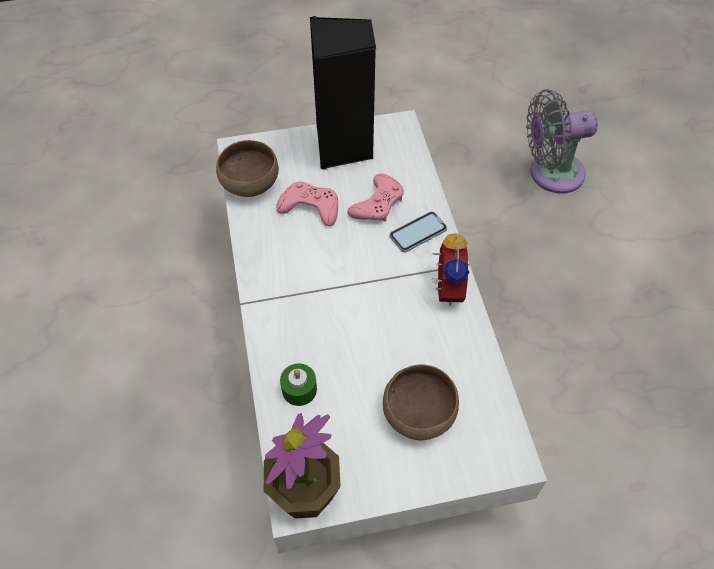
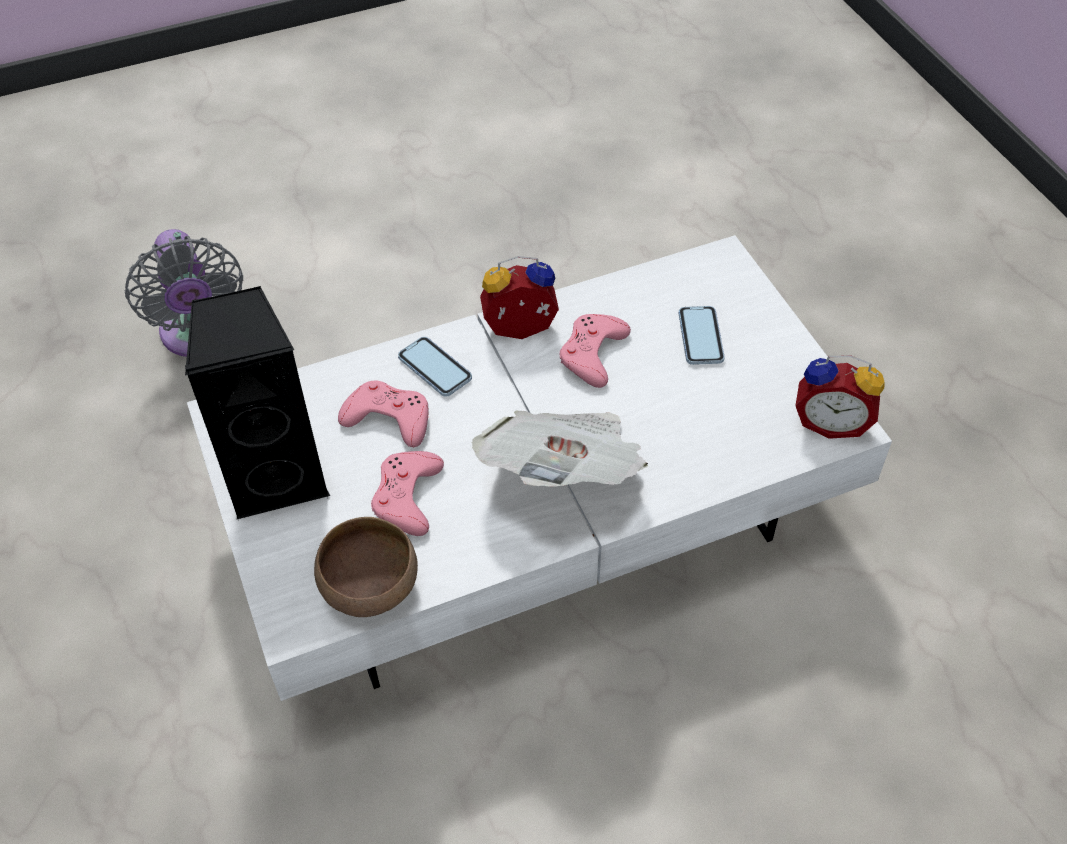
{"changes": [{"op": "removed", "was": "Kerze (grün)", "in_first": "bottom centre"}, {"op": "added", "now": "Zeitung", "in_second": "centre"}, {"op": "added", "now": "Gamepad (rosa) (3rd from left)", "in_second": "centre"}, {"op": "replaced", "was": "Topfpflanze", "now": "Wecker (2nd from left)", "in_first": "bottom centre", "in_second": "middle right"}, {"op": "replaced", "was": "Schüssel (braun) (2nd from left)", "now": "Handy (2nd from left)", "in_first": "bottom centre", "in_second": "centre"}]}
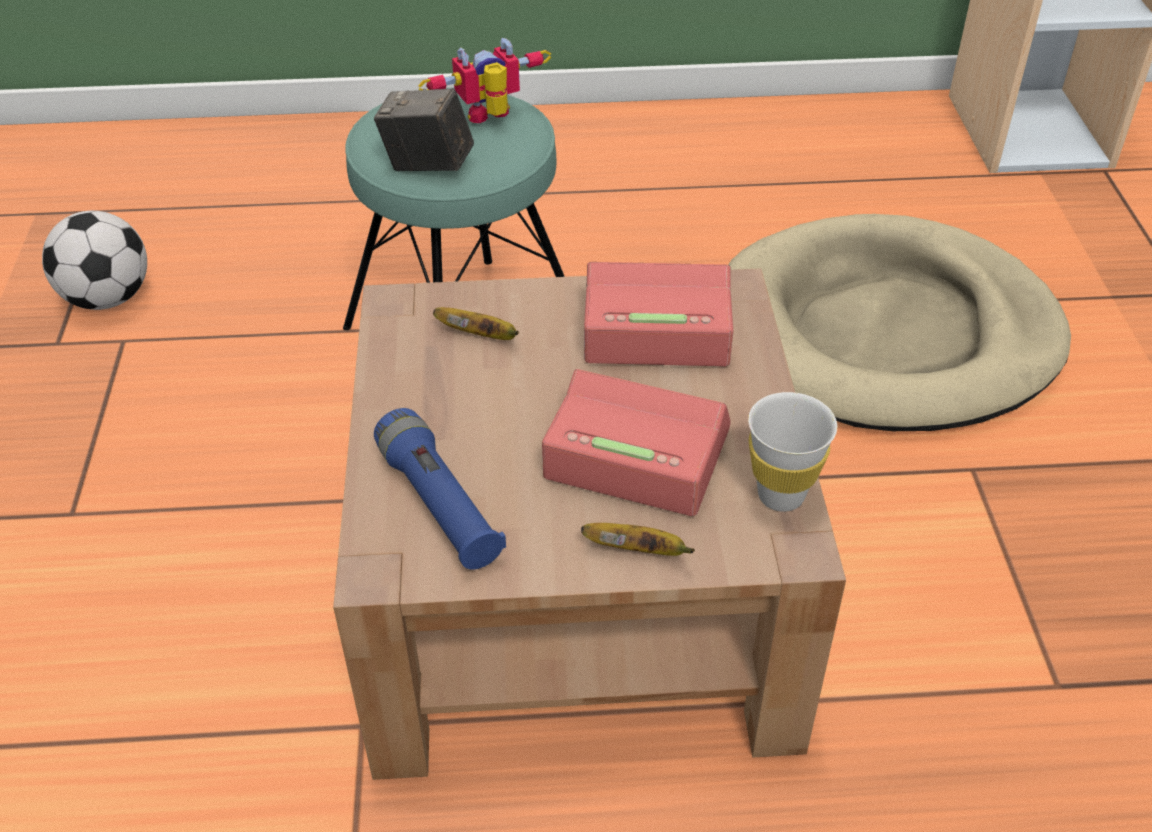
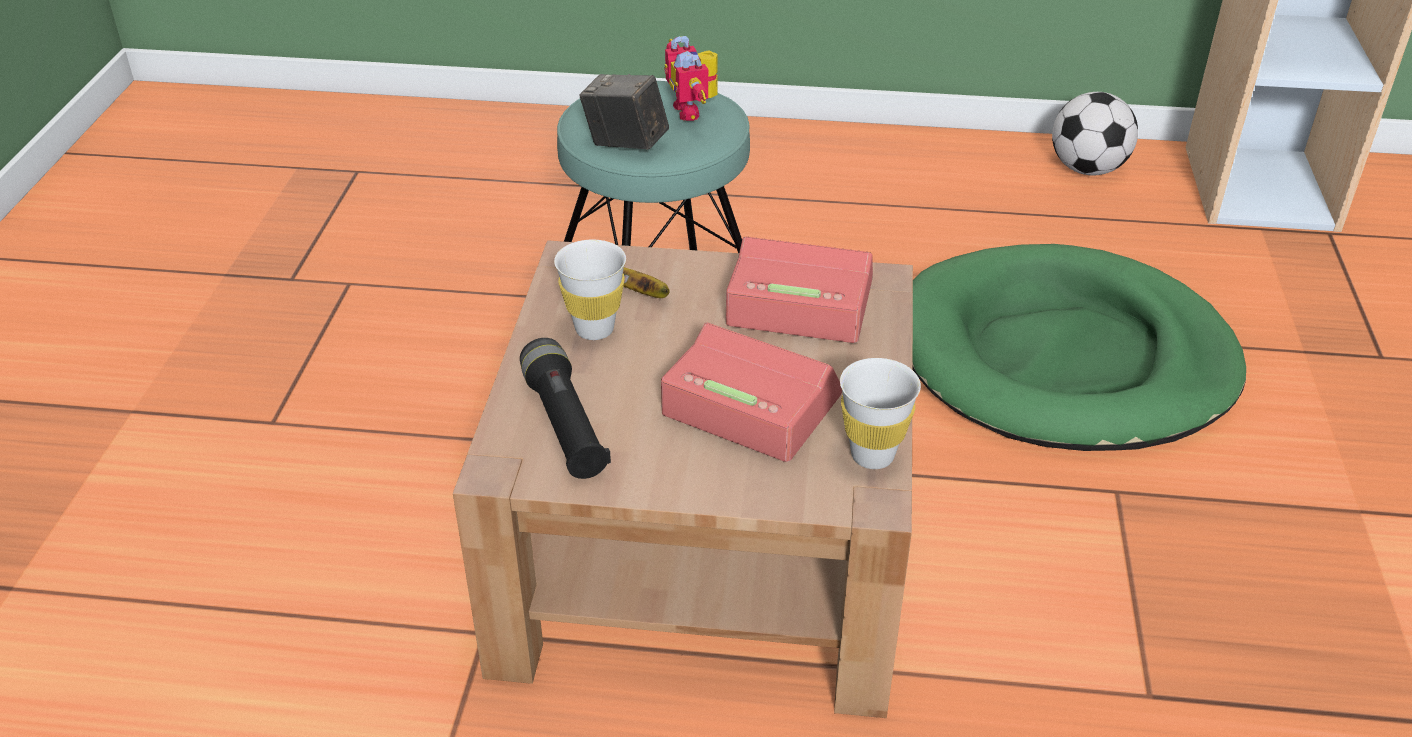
{"changes": [{"op": "removed", "was": "Banane (2nd from left)", "in_first": "centre"}, {"op": "added", "now": "Tasse (weiß) (1st from left)", "in_second": "centre"}, {"op": "moved", "was": "Fußball", "in_first": "top left", "in_second": "top right"}, {"op": "recoloured", "was": "Taschenlampe (blau)", "now": "Taschenlampe (schwarz)", "in_first": "centre", "in_second": "centre"}, {"op": "recoloured", "was": "Hundebett (beige)", "now": "Hundebett (grün)", "in_first": "middle right", "in_second": "middle right"}, {"op": "turned", "was": "Spielzeugroboter", "in_first": "top centre", "in_second": "top centre", "clockwise": -90}]}
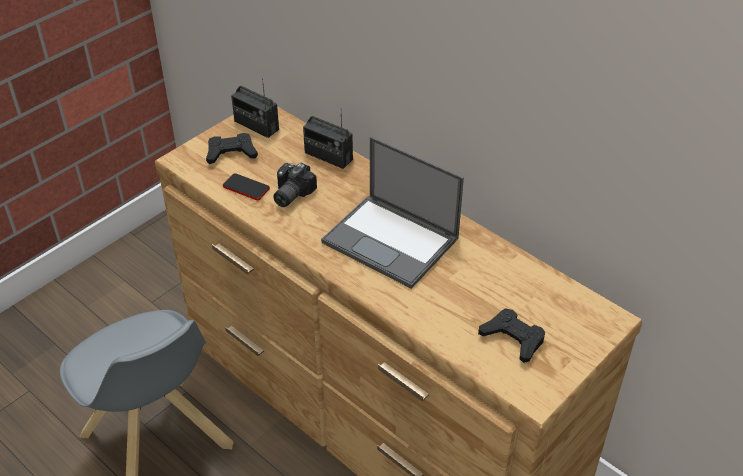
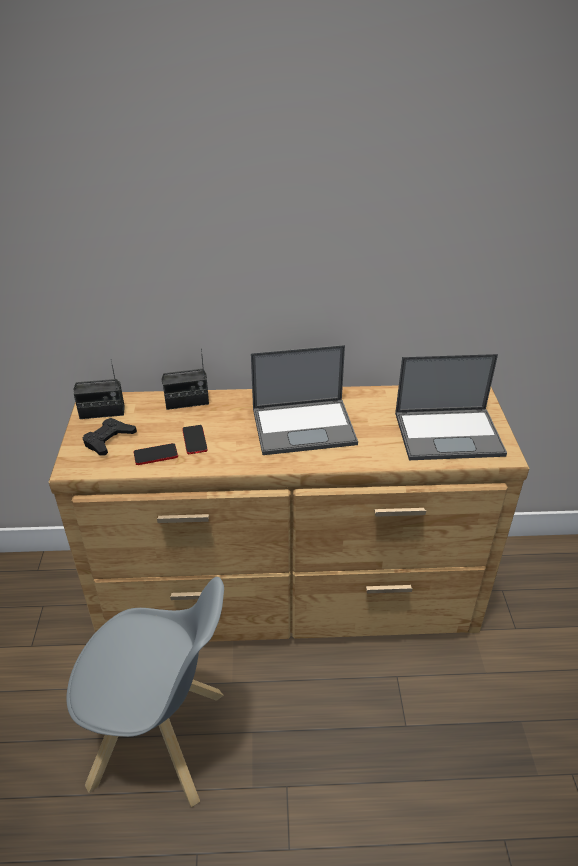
{"changes": [{"op": "replaced", "was": "Kamera", "now": "Handy (2nd from left)", "in_first": "centre", "in_second": "centre"}, {"op": "replaced", "was": "Gamepad (schwarz) (2nd from left)", "now": "Laptop (2nd from left)", "in_first": "bottom right", "in_second": "middle right"}]}
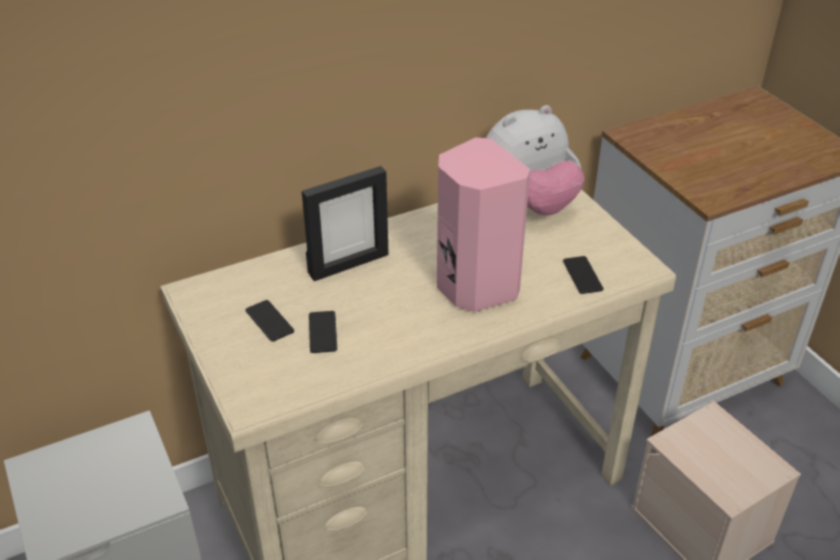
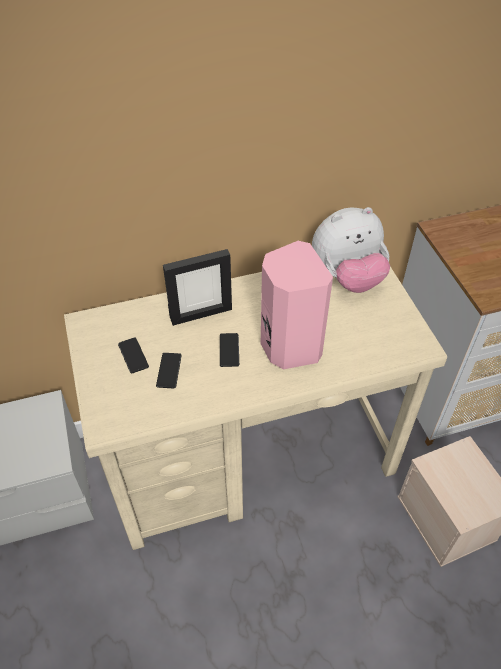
{"changes": [{"op": "moved", "was": "Handy (3rd from left)", "in_first": "middle right", "in_second": "centre"}]}
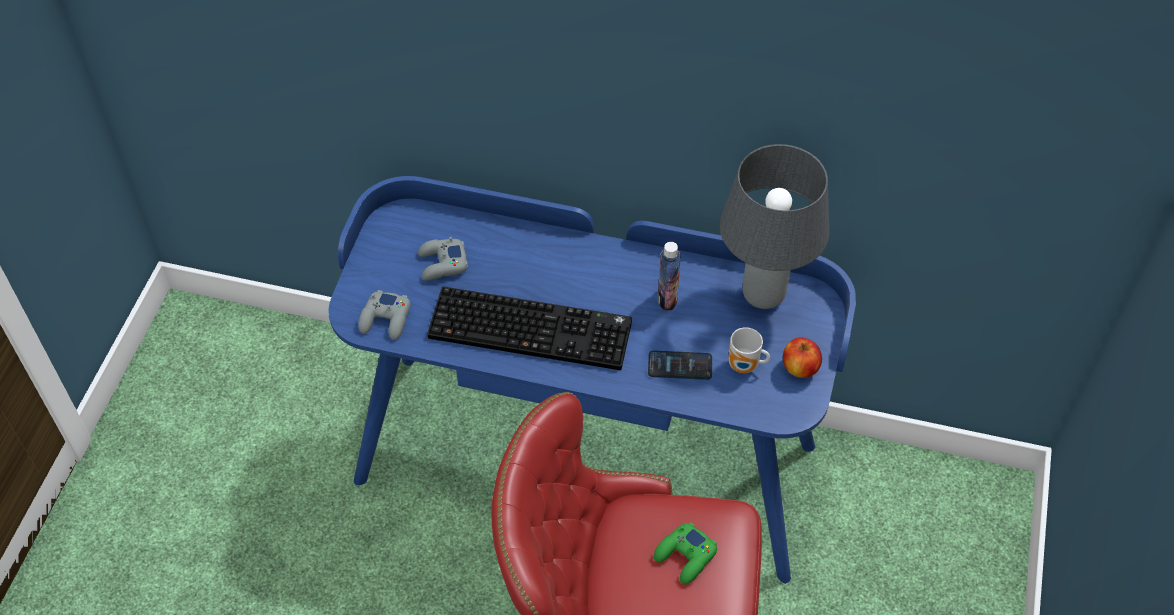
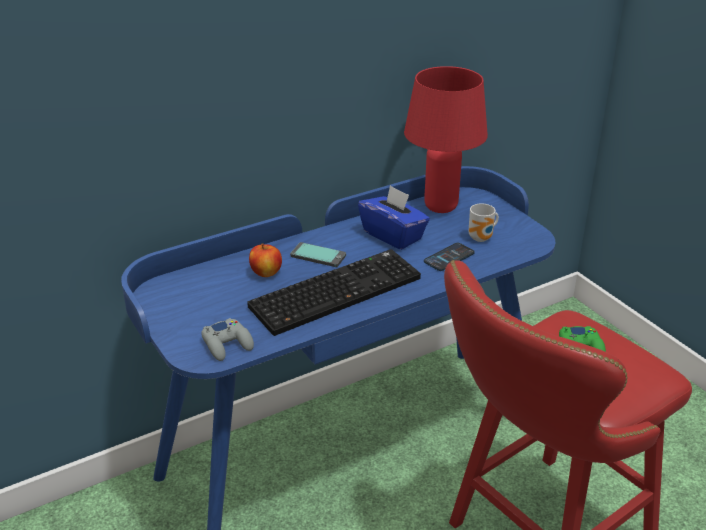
{"changes": [{"op": "removed", "was": "Gamepad (grau) (2nd from left)", "in_first": "centre"}, {"op": "added", "now": "Handy (1st from left)", "in_second": "centre"}, {"op": "moved", "was": "Apfel", "in_first": "middle right", "in_second": "centre"}, {"op": "replaced", "was": "Flasche", "now": "Taschentuchbox (blau)", "in_first": "centre", "in_second": "centre"}, {"op": "recoloured", "was": "Tischlampe (grau)", "now": "Tischlampe (rot)", "in_first": "centre", "in_second": "top centre"}]}
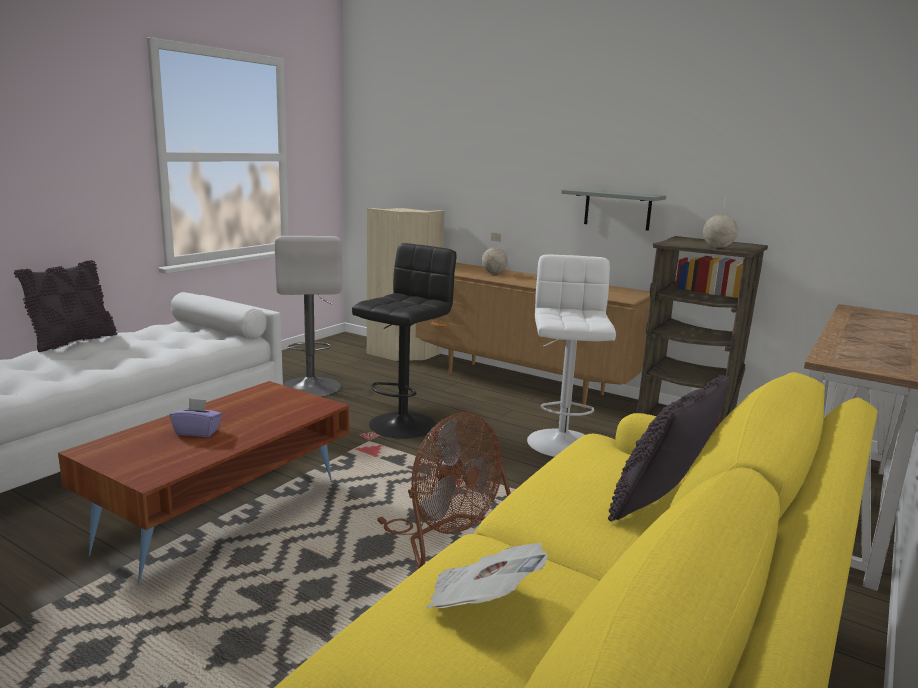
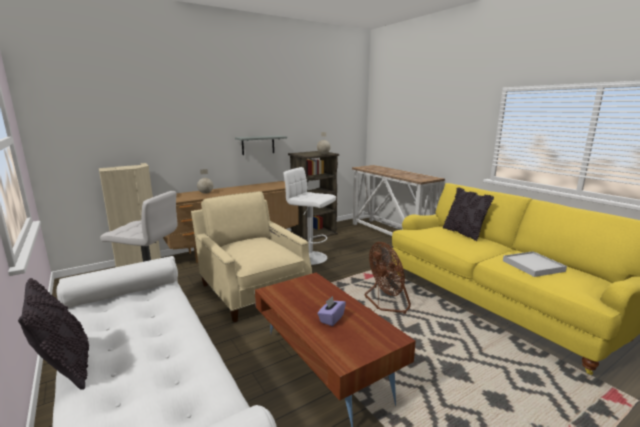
{"changes": [{"op": "replaced", "was": "Hocker (schwarz)", "now": "Sessel (beige)", "in_first": "centre", "in_second": "centre"}, {"op": "replaced", "was": "Zeitung", "now": "Tablett (weiß)", "in_first": "bottom centre", "in_second": "middle right"}]}
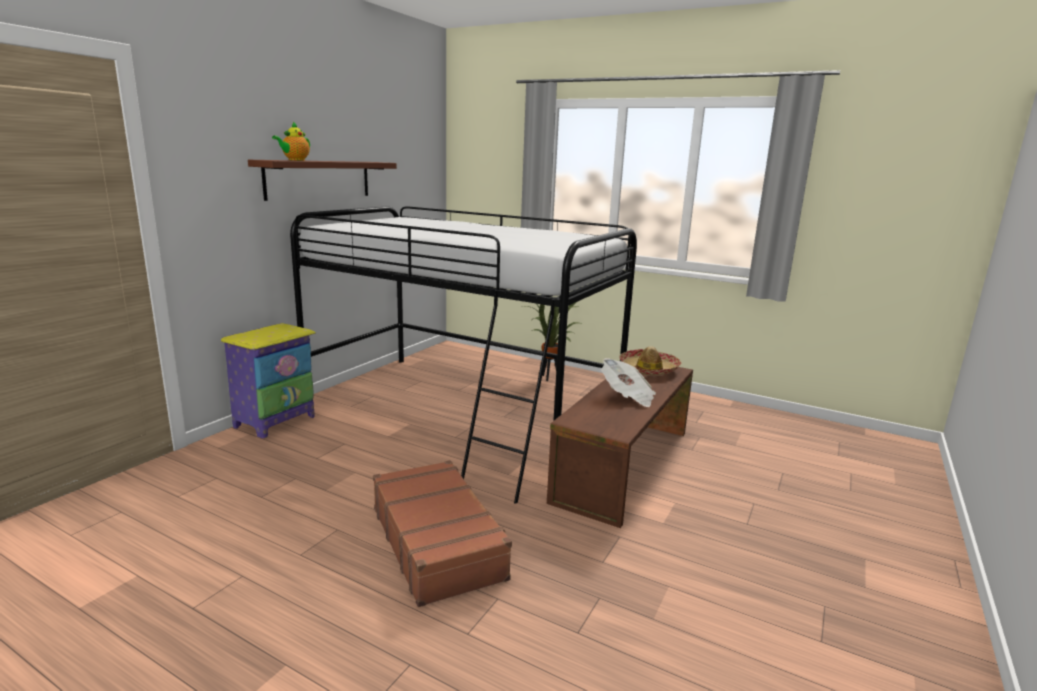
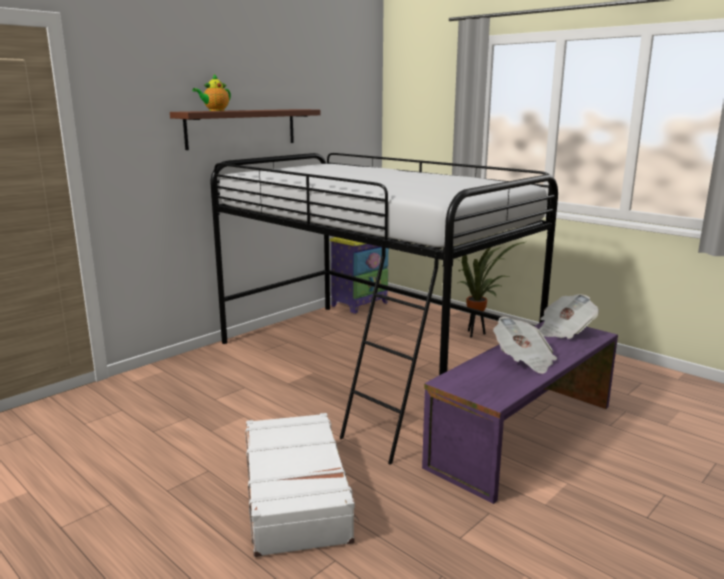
{"changes": [{"op": "moved", "was": "Nachttisch", "in_first": "middle left", "in_second": "centre"}, {"op": "replaced", "was": "Hut", "now": "Zeitung (2nd from left)", "in_first": "centre", "in_second": "middle right"}, {"op": "recoloured", "was": "Koffer (braun)", "now": "Koffer (weiß)", "in_first": "bottom centre", "in_second": "bottom centre"}, {"op": "recoloured", "was": "Bank (braun)", "now": "Bank (lila)", "in_first": "centre", "in_second": "bottom right"}]}
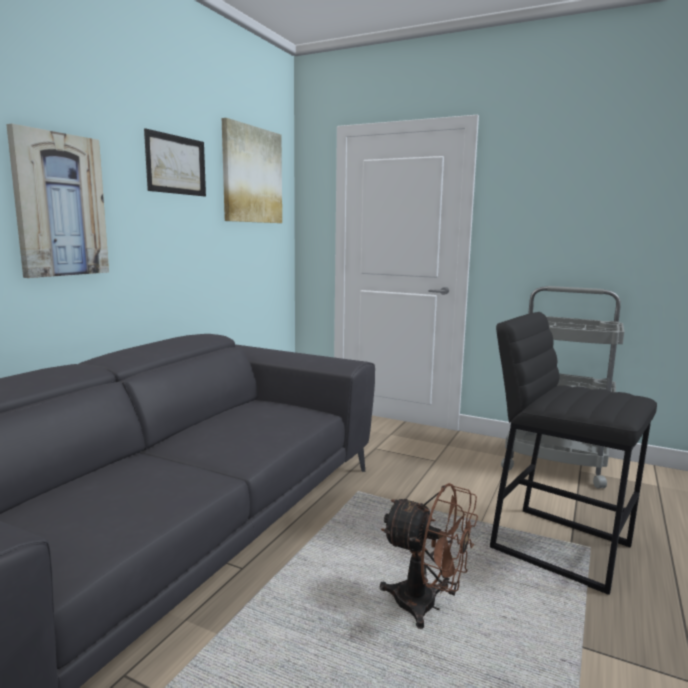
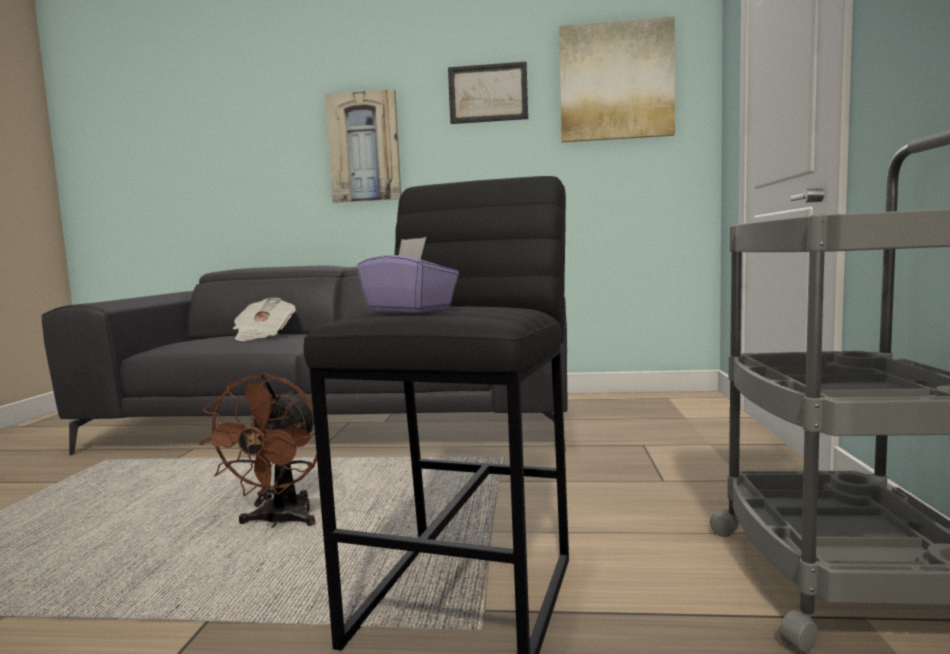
{"changes": [{"op": "added", "now": "Zeitung", "in_second": "middle left"}, {"op": "added", "now": "Taschentuchbox (lila)", "in_second": "centre"}]}
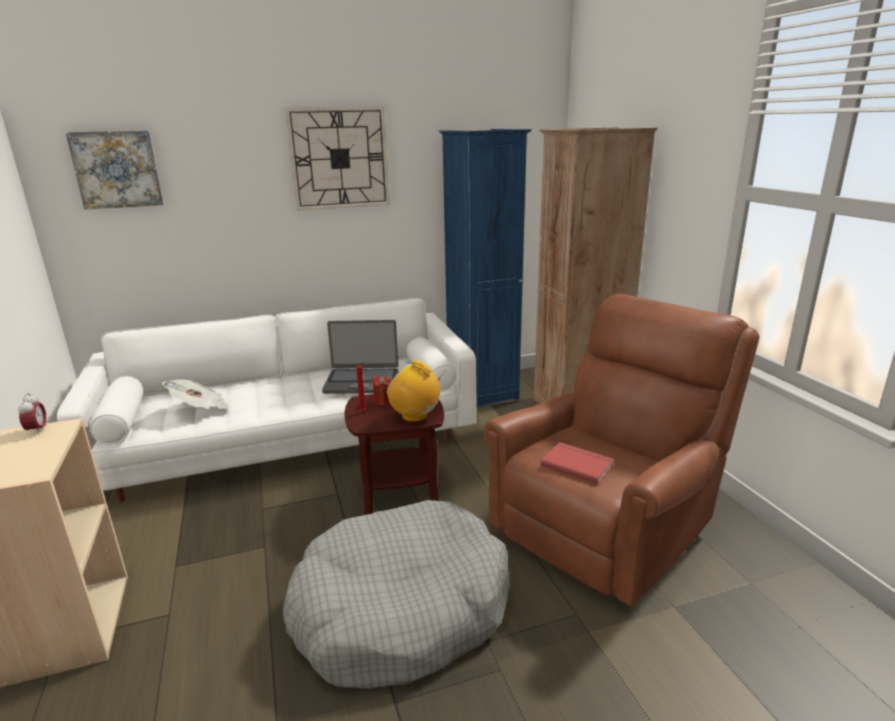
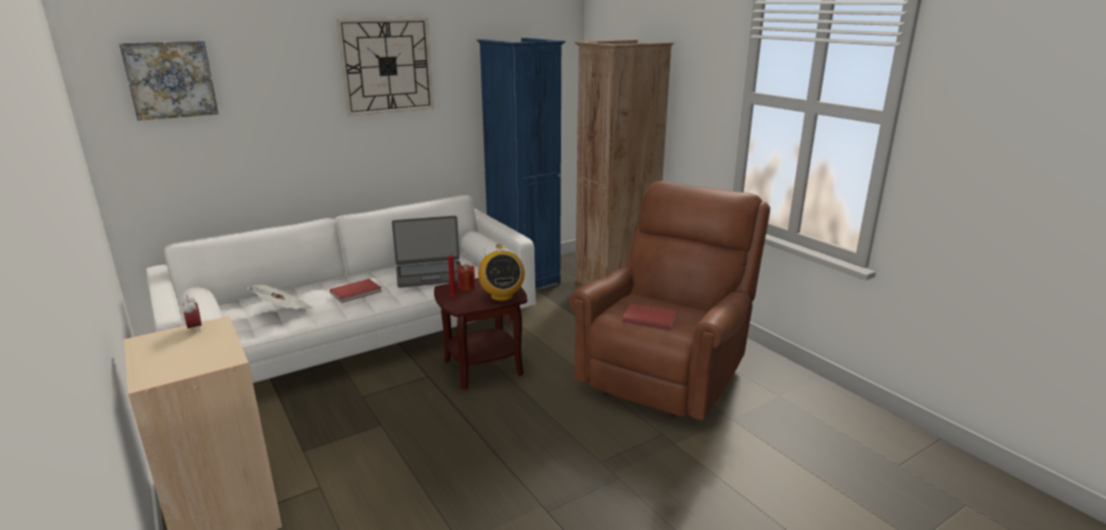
{"changes": [{"op": "removed", "was": "Hundebett (grau)", "in_first": "bottom centre"}, {"op": "added", "now": "Buch (rot) (1st from left)", "in_second": "middle left"}, {"op": "turned", "was": "Radio", "in_first": "centre", "in_second": "centre", "clockwise": -120}]}
